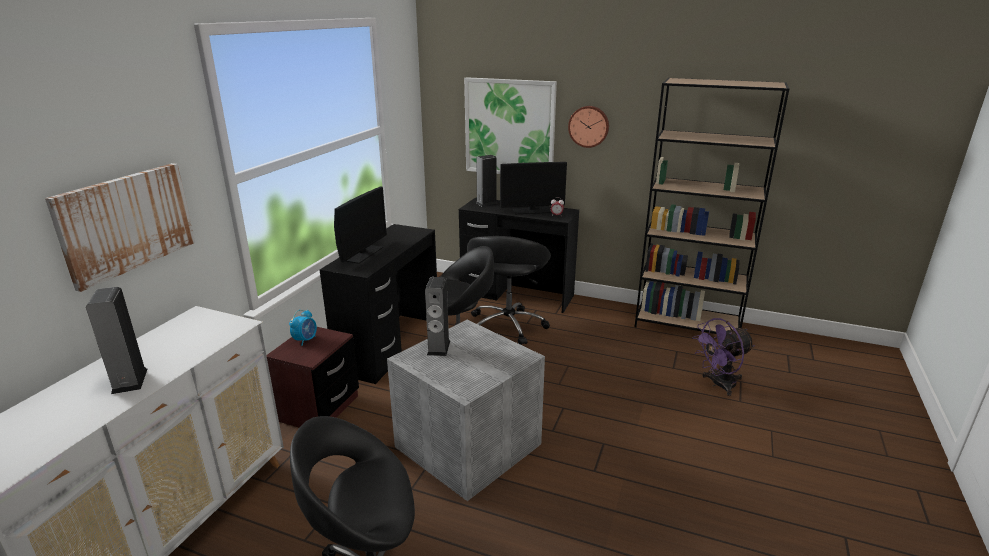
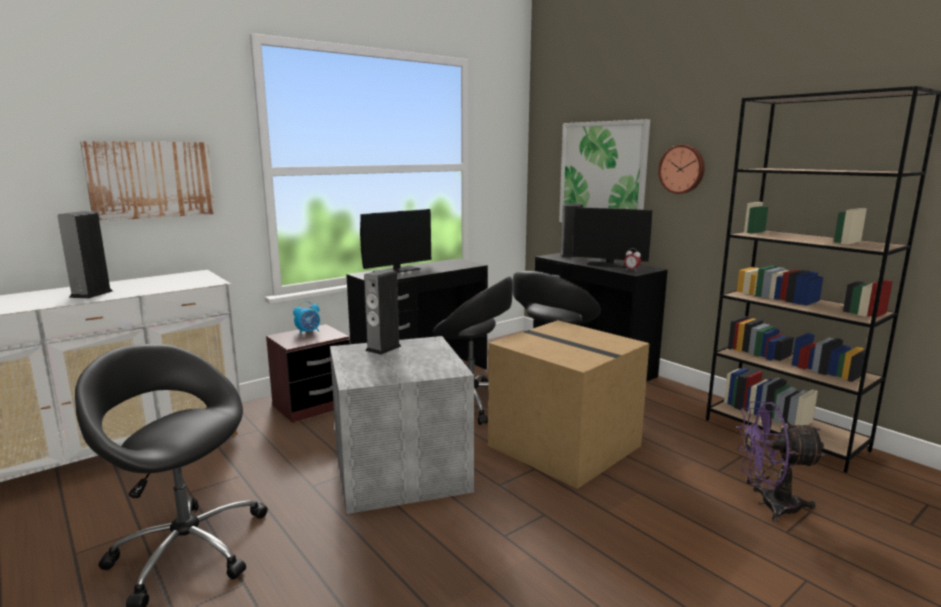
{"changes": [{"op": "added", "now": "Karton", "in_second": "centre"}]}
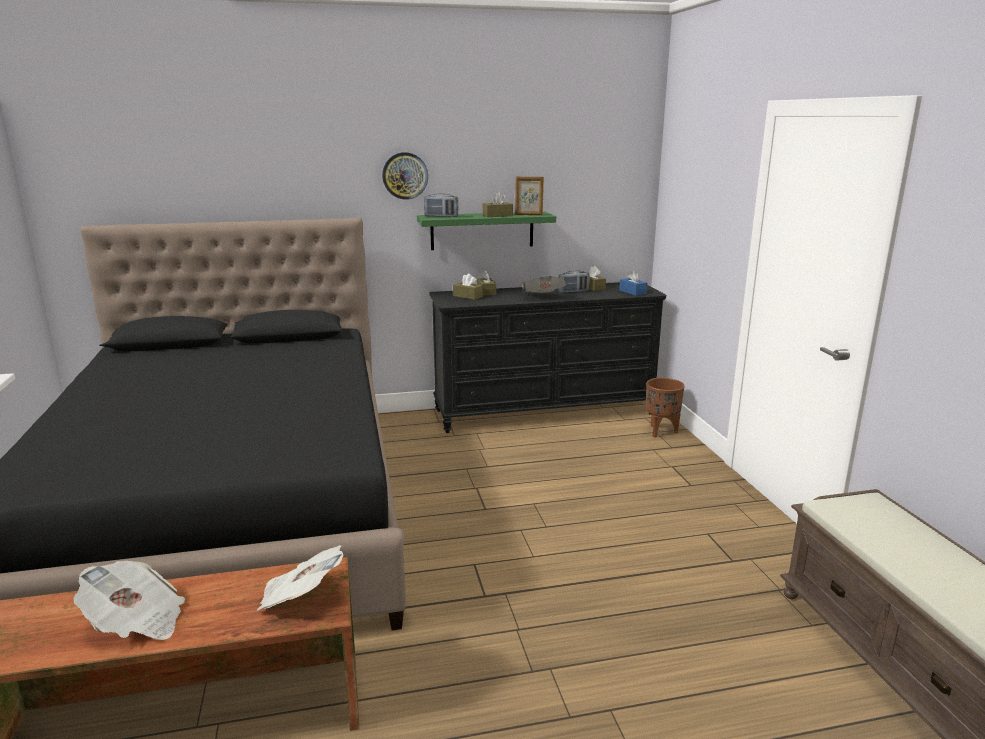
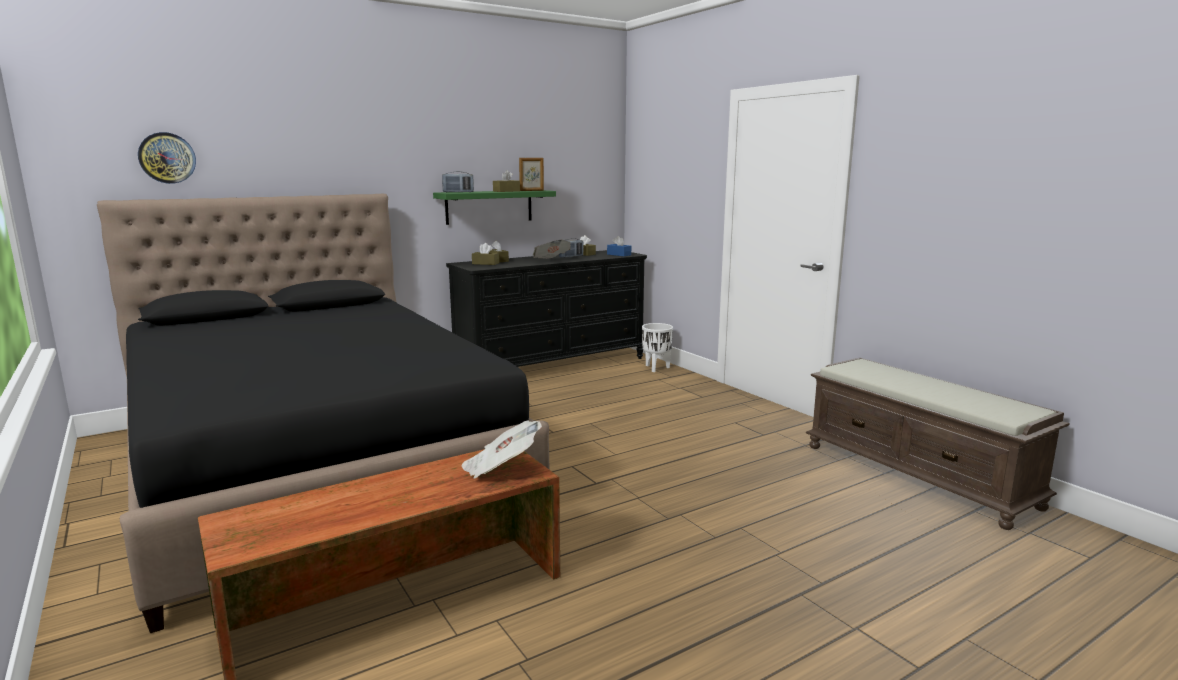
{"changes": [{"op": "removed", "was": "Zeitung (1st from left)", "in_first": "bottom left"}, {"op": "moved", "was": "Wanduhr", "in_first": "top centre", "in_second": "top left"}, {"op": "recoloured", "was": "Pflanzkübel (braun)", "now": "Pflanzkübel (weiß)", "in_first": "middle right", "in_second": "centre"}]}
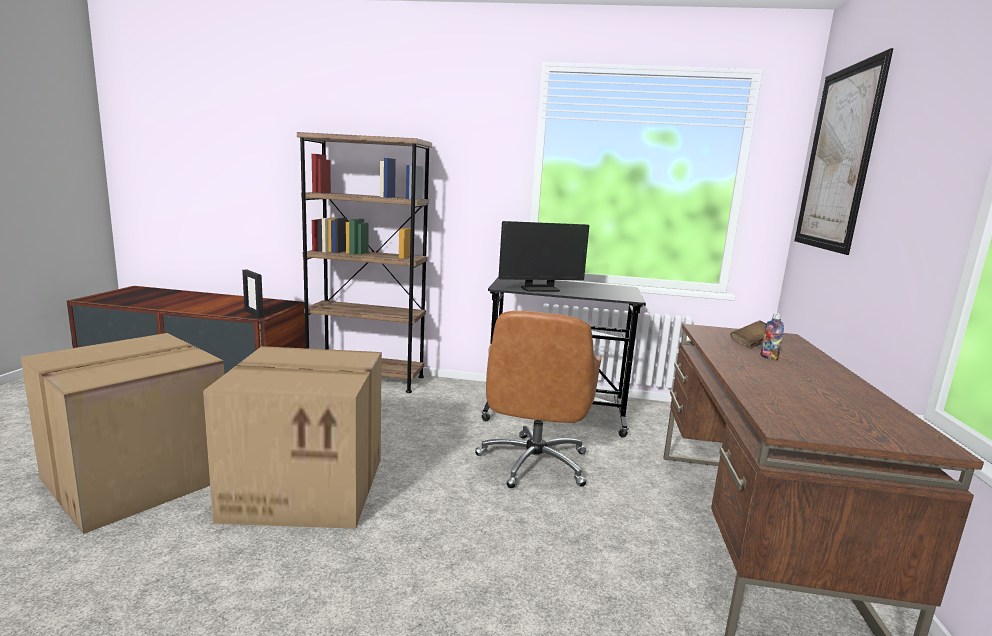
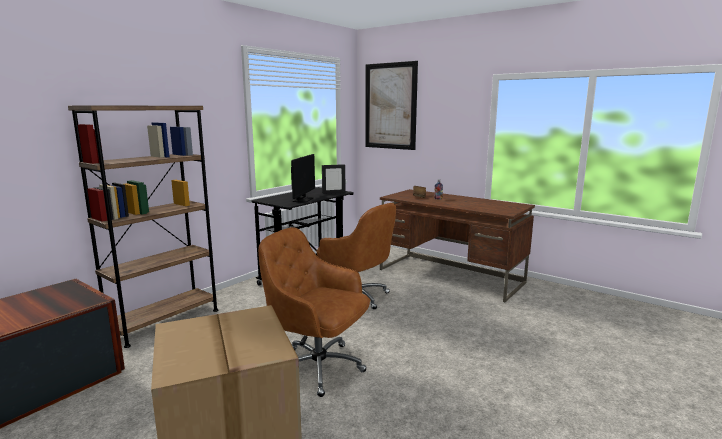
{"changes": [{"op": "moved", "was": "Bilderrahmen", "in_first": "middle left", "in_second": "centre"}, {"op": "replaced", "was": "Karton (2nd from left)", "now": "Bürostuhl (braun) (1st from left)", "in_first": "bottom left", "in_second": "bottom centre"}]}
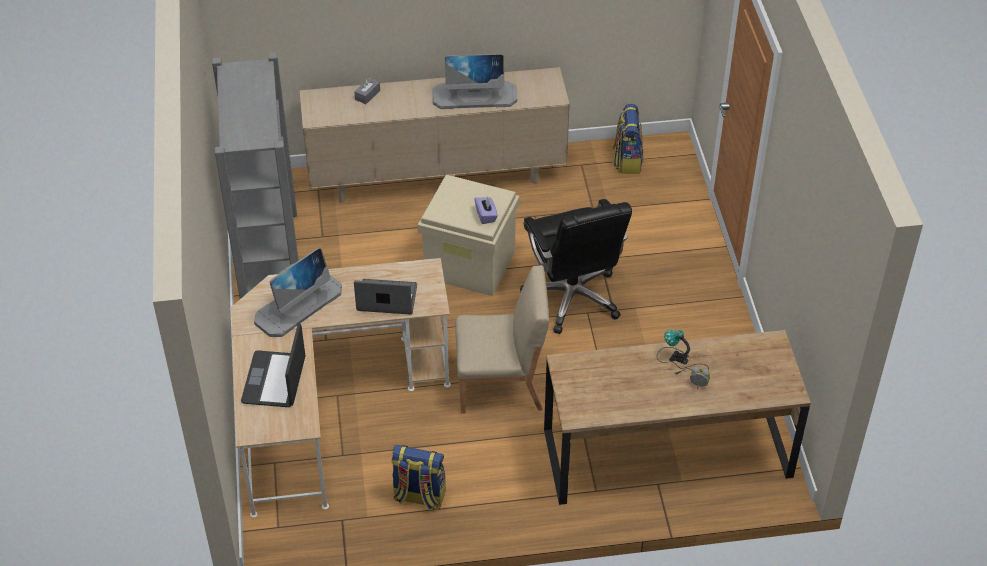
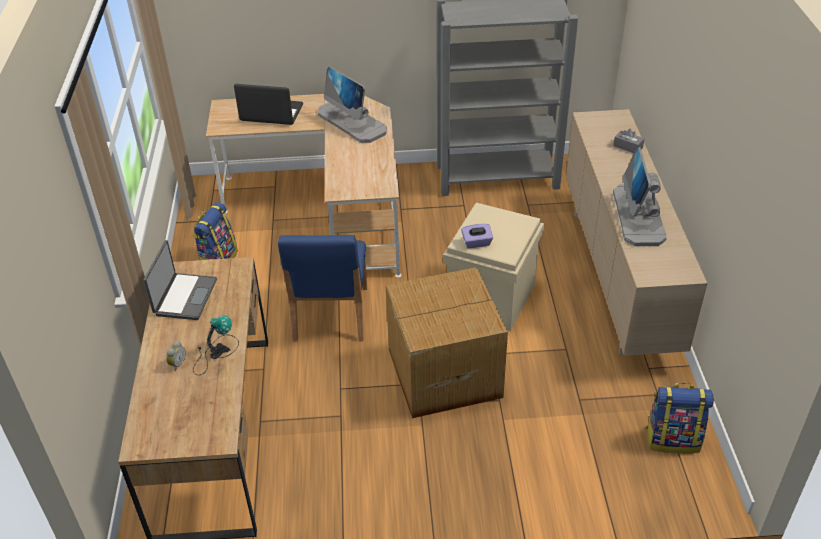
{"changes": [{"op": "moved", "was": "Laptop (2nd from left in the first image)", "now": "Laptop (1st from left)", "in_first": "centre", "in_second": "middle left"}, {"op": "replaced", "was": "Bürostuhl (schwarz)", "now": "Karton", "in_first": "centre", "in_second": "centre"}, {"op": "recoloured", "was": "Stuhl (beige)", "now": "Stuhl (blau)", "in_first": "centre", "in_second": "centre"}]}
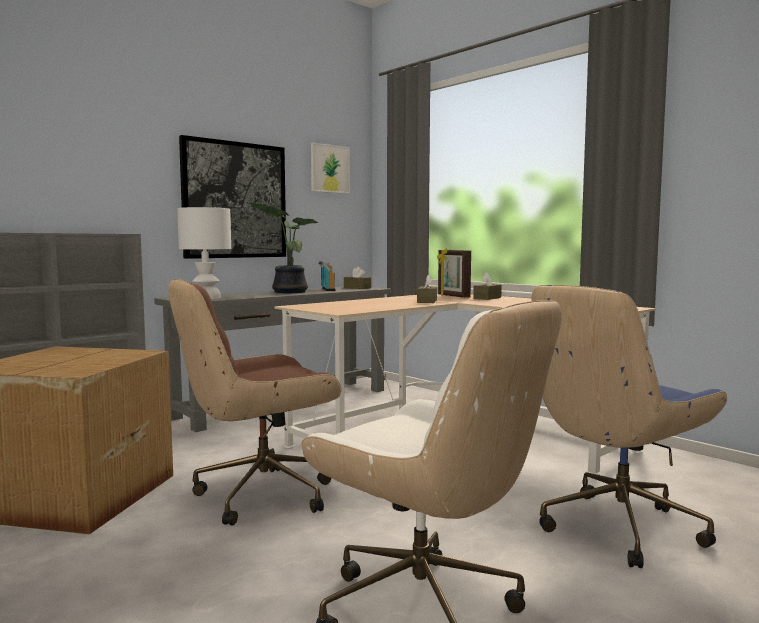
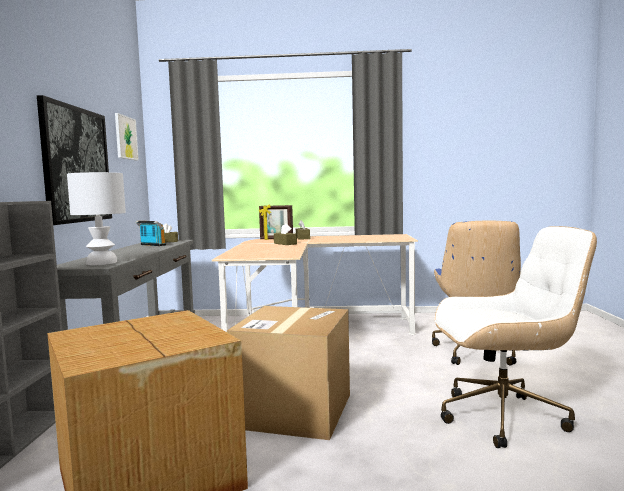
{"changes": [{"op": "removed", "was": "Topfpflanze", "in_first": "centre"}, {"op": "replaced", "was": "Bürostuhl (braun)", "now": "Karton (2nd from left)", "in_first": "centre", "in_second": "bottom centre"}]}
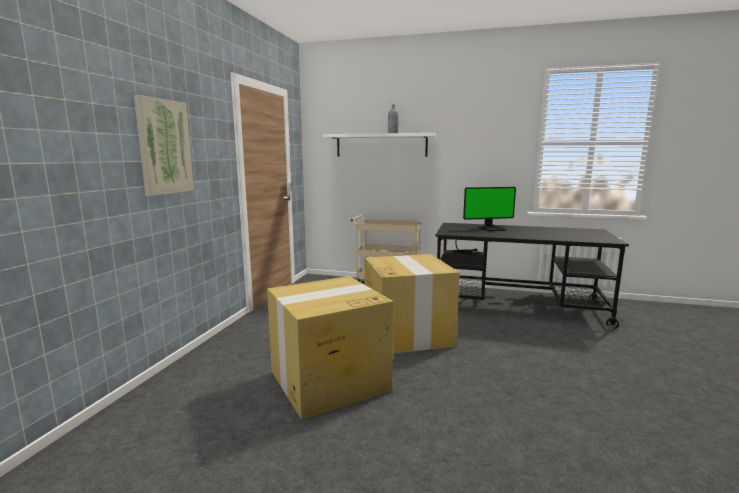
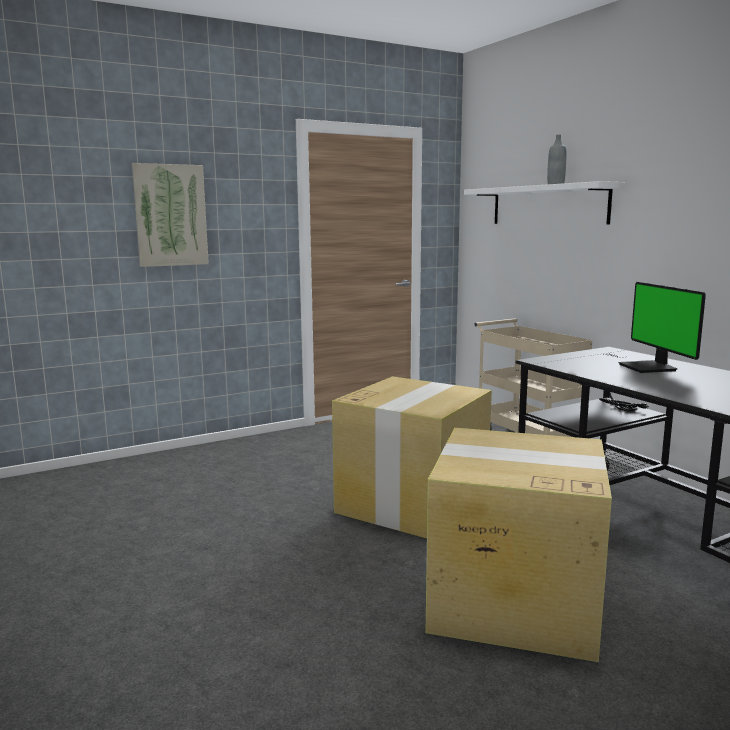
{"changes": [{"op": "moved", "was": "Karton (1st from left in the first image)", "now": "Karton (2nd from left)", "in_first": "bottom centre", "in_second": "bottom right"}, {"op": "turned", "was": "Monitor", "in_first": "centre", "in_second": "middle right", "clockwise": 45}]}
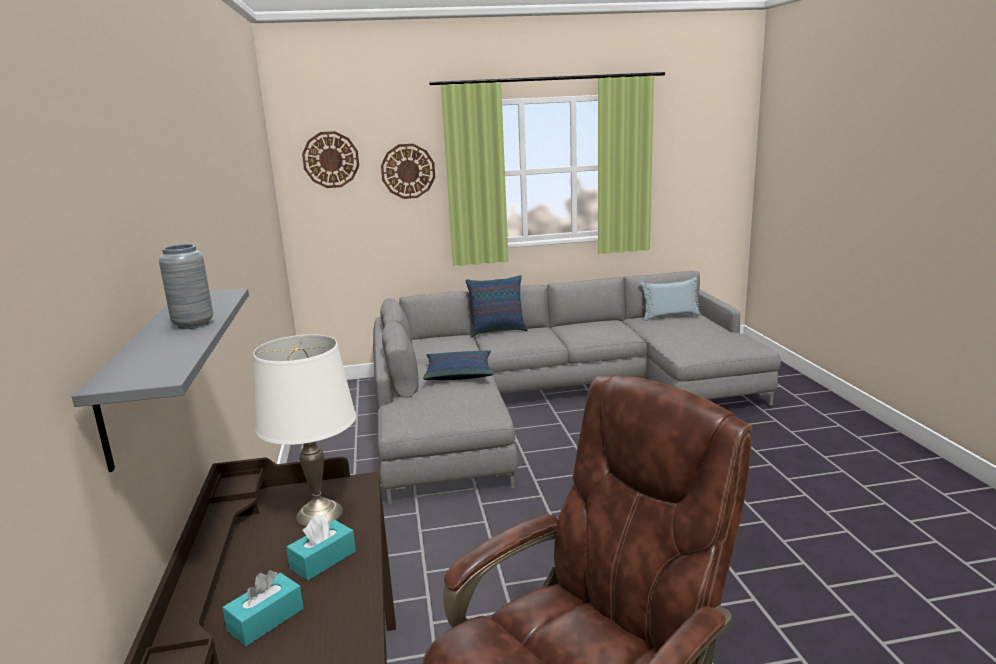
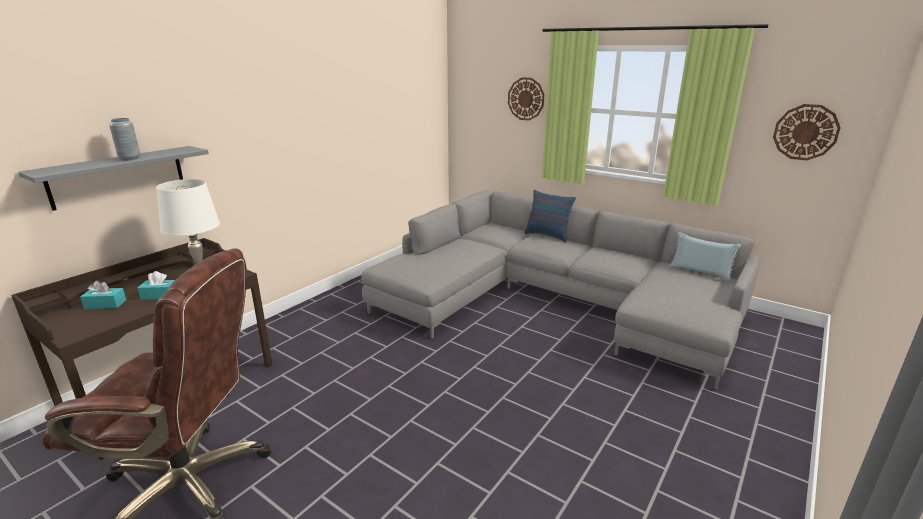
{"changes": [{"op": "removed", "was": "Kissen (blau) (1st from left)", "in_first": "centre"}, {"op": "moved", "was": "Wanduhr (1st from left in the first image)", "now": "Wanduhr (2nd from left)", "in_first": "top left", "in_second": "top right"}]}
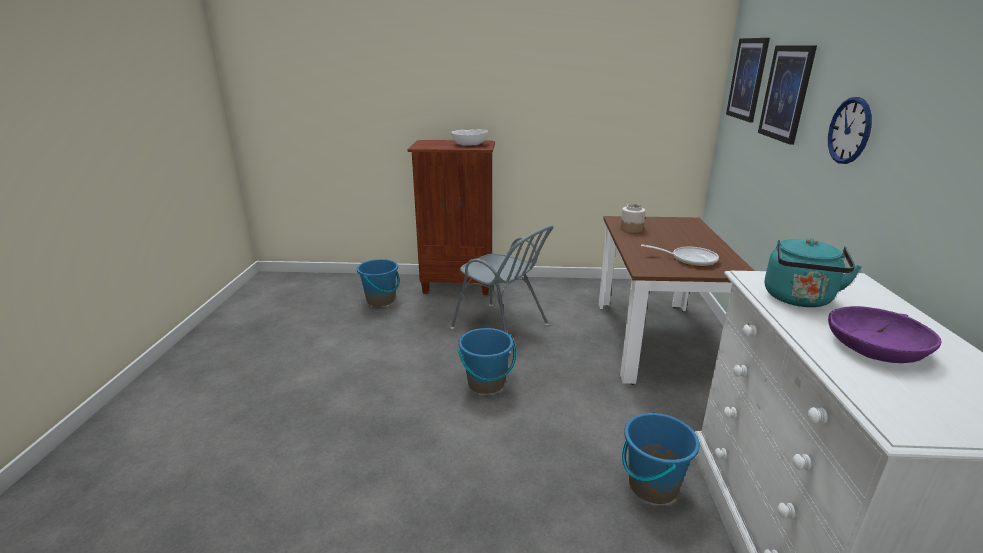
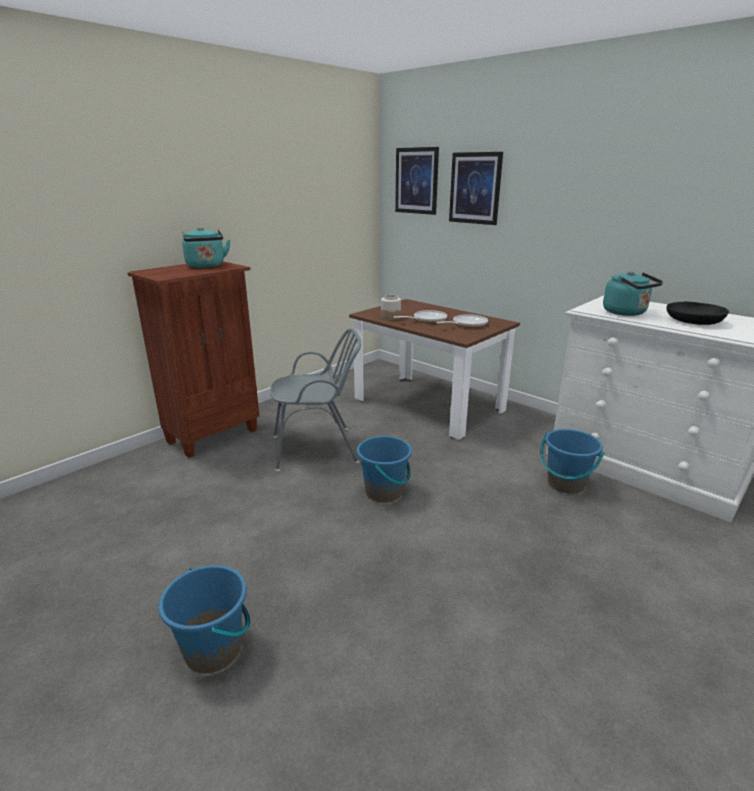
{"changes": [{"op": "removed", "was": "Wanduhr", "in_first": "top right"}, {"op": "added", "now": "Pfanne (1st from left)", "in_second": "centre"}, {"op": "moved", "was": "Eimer (blau) (1st from left)", "in_first": "centre", "in_second": "bottom left"}, {"op": "replaced", "was": "Schüssel (weiß)", "now": "Wasserkessel (türkis) (1st from left)", "in_first": "top centre", "in_second": "top left"}, {"op": "recoloured", "was": "Schüssel (lila)", "now": "Schüssel (schwarz)", "in_first": "middle right", "in_second": "middle right"}]}
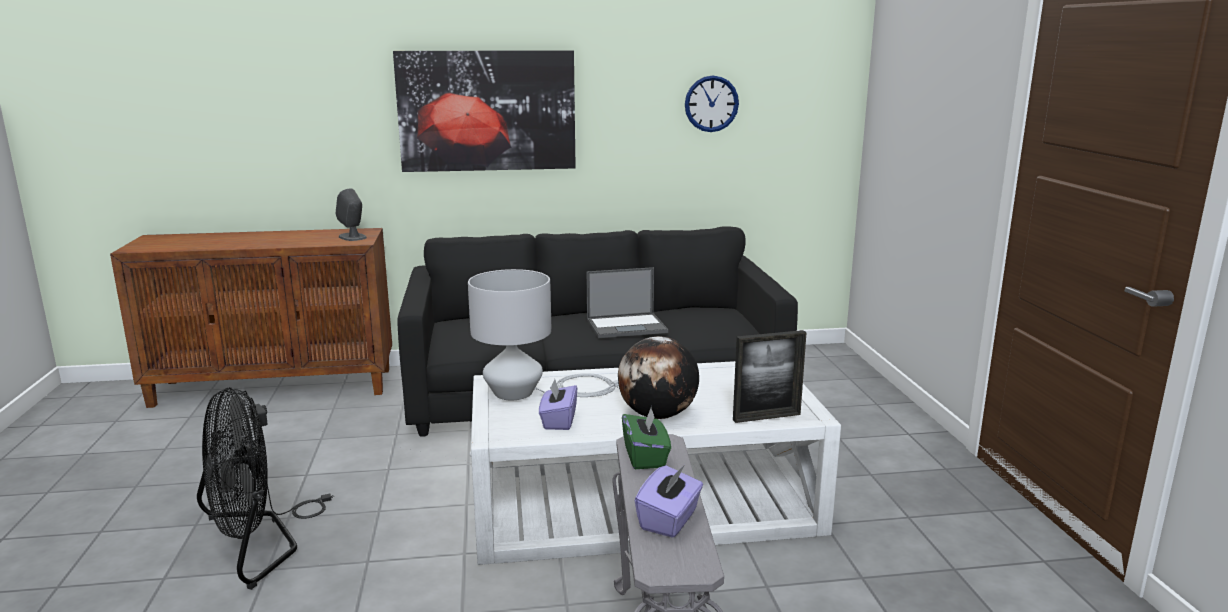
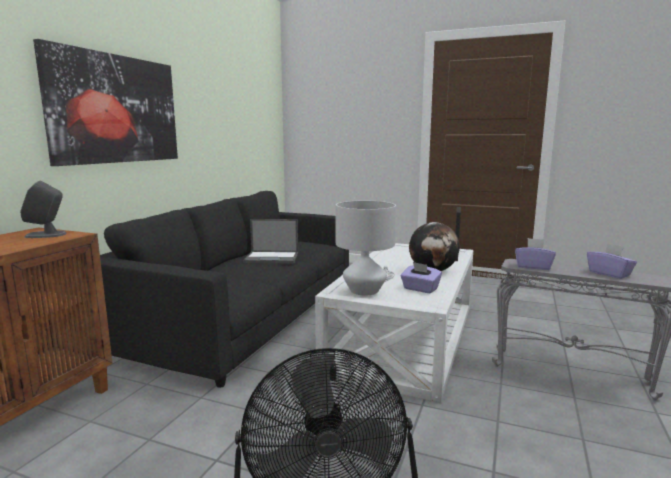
{"changes": [{"op": "removed", "was": "Wanduhr", "in_first": "top centre"}, {"op": "recoloured", "was": "Taschentuchbox (grün)", "now": "Taschentuchbox (lila) (2nd from left)", "in_first": "bottom centre", "in_second": "middle right"}, {"op": "turned", "was": "Laptop", "in_first": "centre", "in_second": "centre", "clockwise": 75}]}
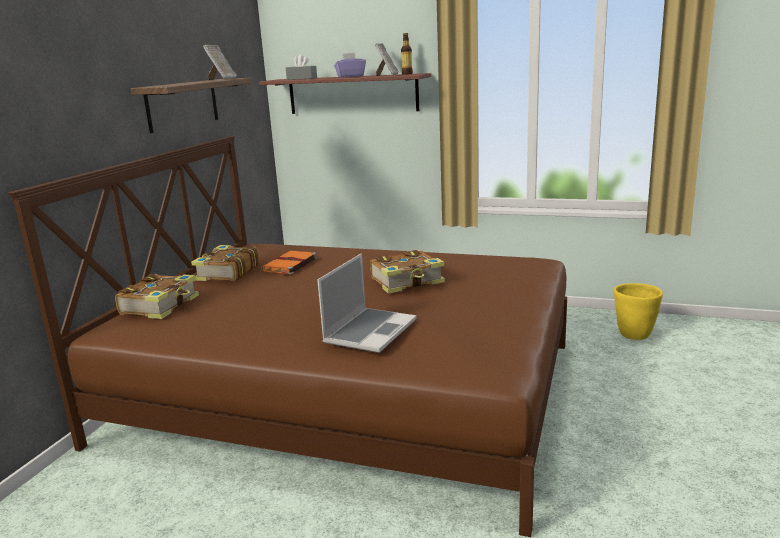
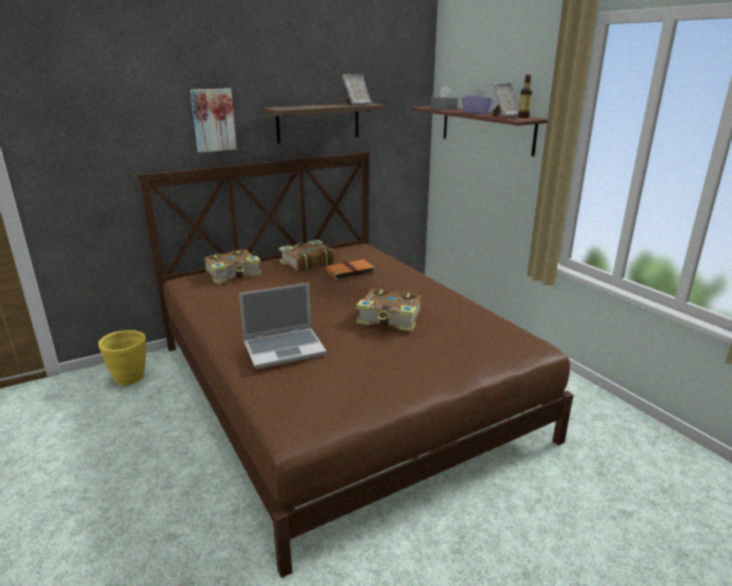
{"changes": [{"op": "added", "now": "Bild", "in_second": "top left"}, {"op": "moved", "was": "Pflanzkübel (gelb)", "in_first": "middle right", "in_second": "middle left"}]}
